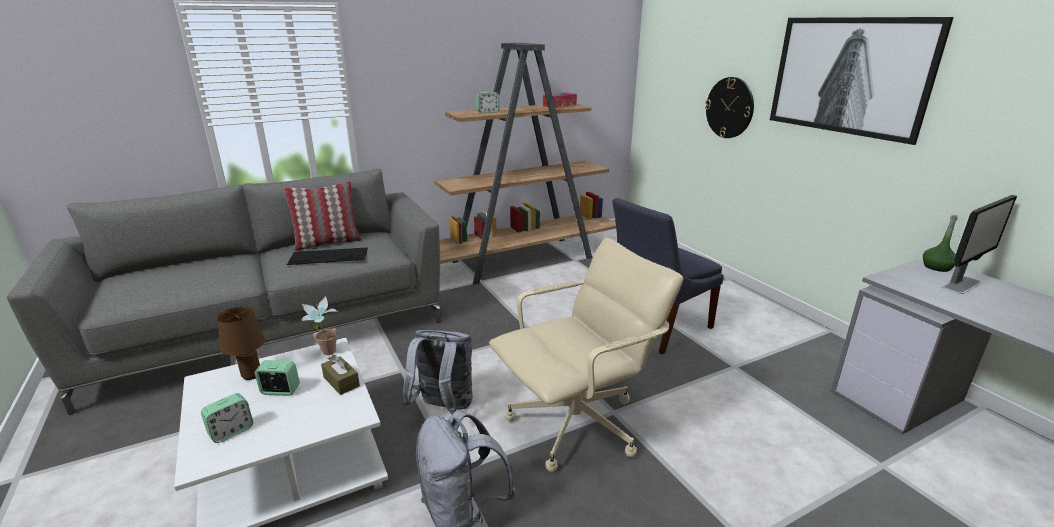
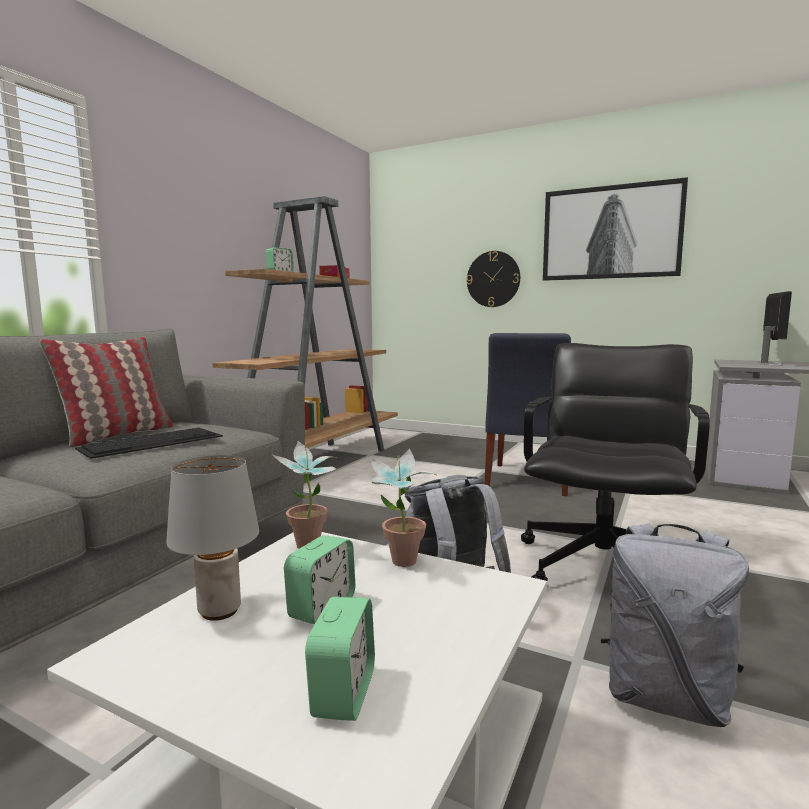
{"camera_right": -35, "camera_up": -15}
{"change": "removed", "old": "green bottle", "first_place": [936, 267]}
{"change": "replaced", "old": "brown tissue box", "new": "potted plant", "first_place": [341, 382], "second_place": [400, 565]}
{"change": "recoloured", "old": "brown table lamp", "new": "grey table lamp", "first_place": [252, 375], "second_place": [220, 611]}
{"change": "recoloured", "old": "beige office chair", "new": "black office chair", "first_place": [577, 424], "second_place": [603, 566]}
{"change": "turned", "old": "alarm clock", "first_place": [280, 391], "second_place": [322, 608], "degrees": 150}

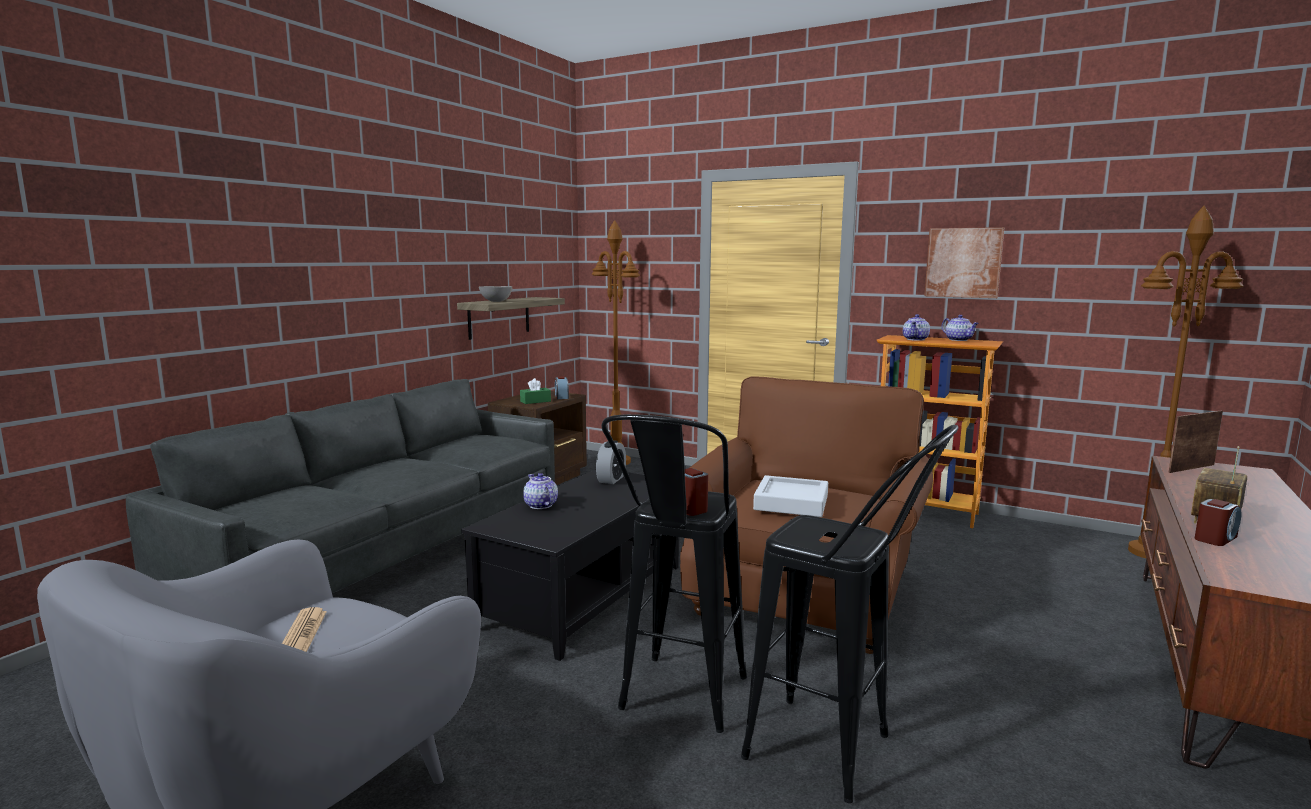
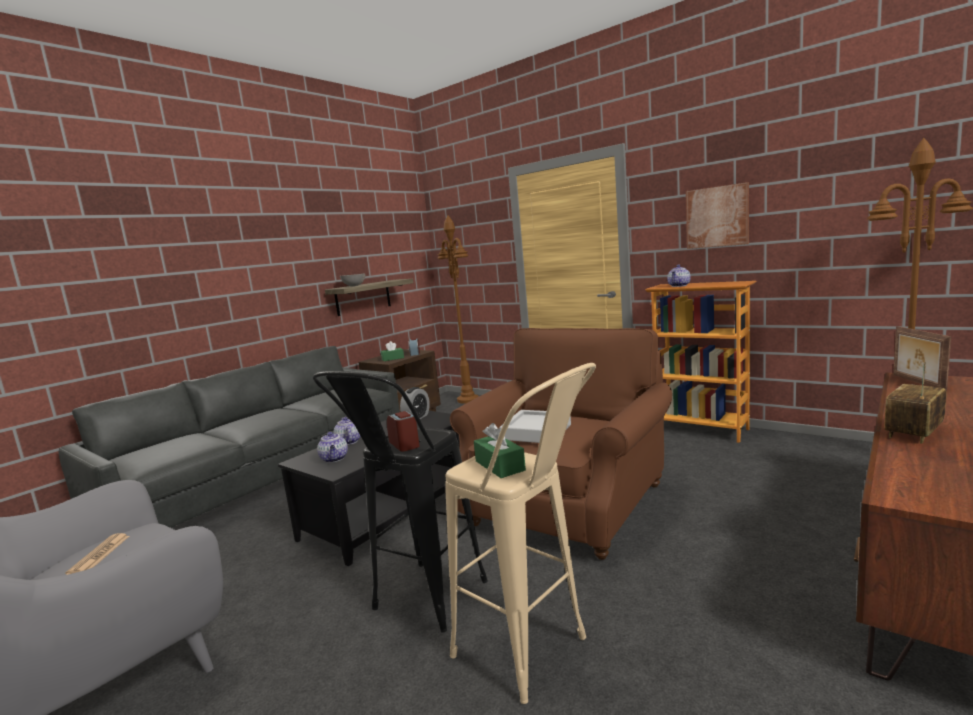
{"camera_right": 10, "camera_up": 0}
{"change": "removed", "old": "alarm clock", "first_place": [1215, 538]}
{"change": "added", "new": "green tissue box", "second_place": [500, 466]}
{"change": "moved", "old": "teapot", "first_place": [959, 340], "second_place": [334, 459]}
{"change": "recoloured", "old": "black stool", "new": "beige stool", "first_place": [839, 756], "second_place": [535, 657]}
{"change": "turned", "old": "picture frame", "first_place": [1190, 468], "second_place": [917, 382], "degrees": -75}

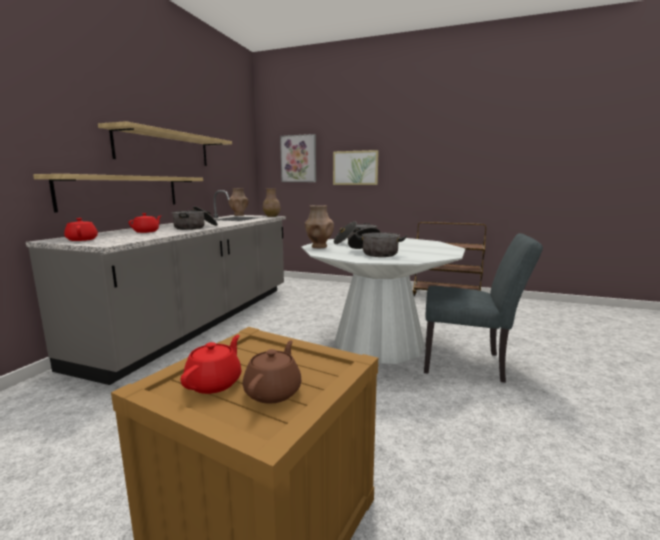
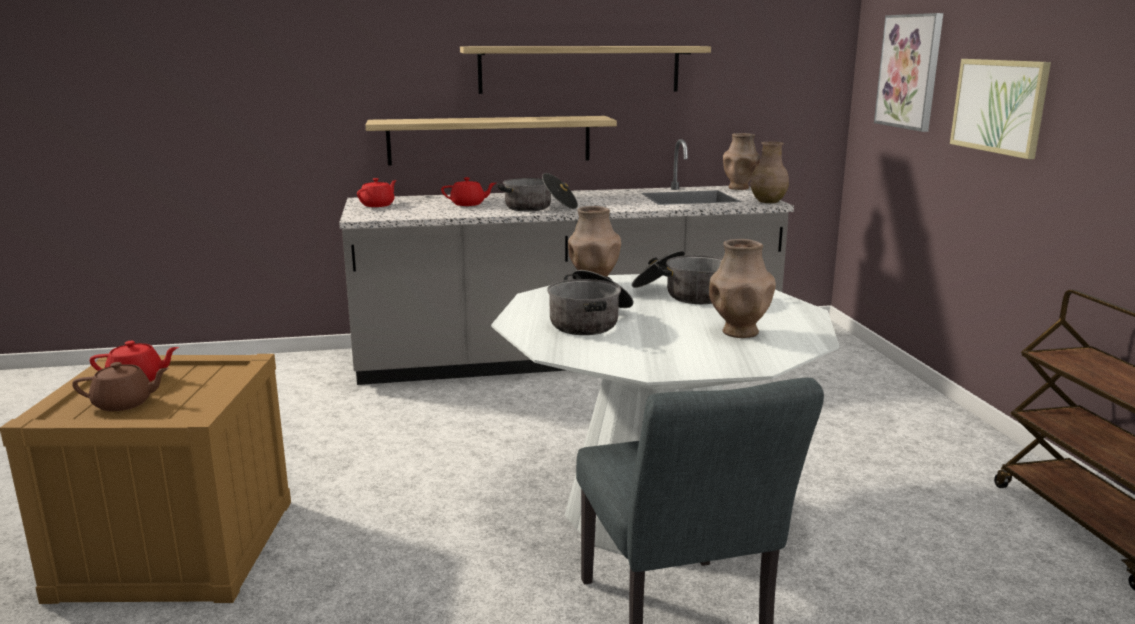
{"camera_right": 60, "camera_up": 5}
{"change": "added", "new": "brown vase", "second_place": [739, 332]}

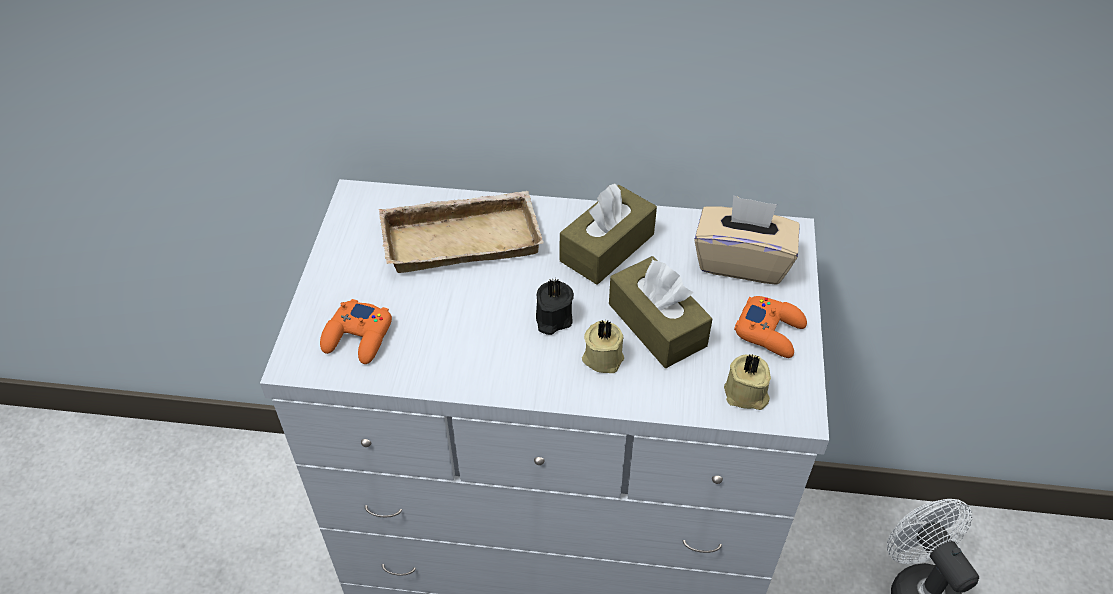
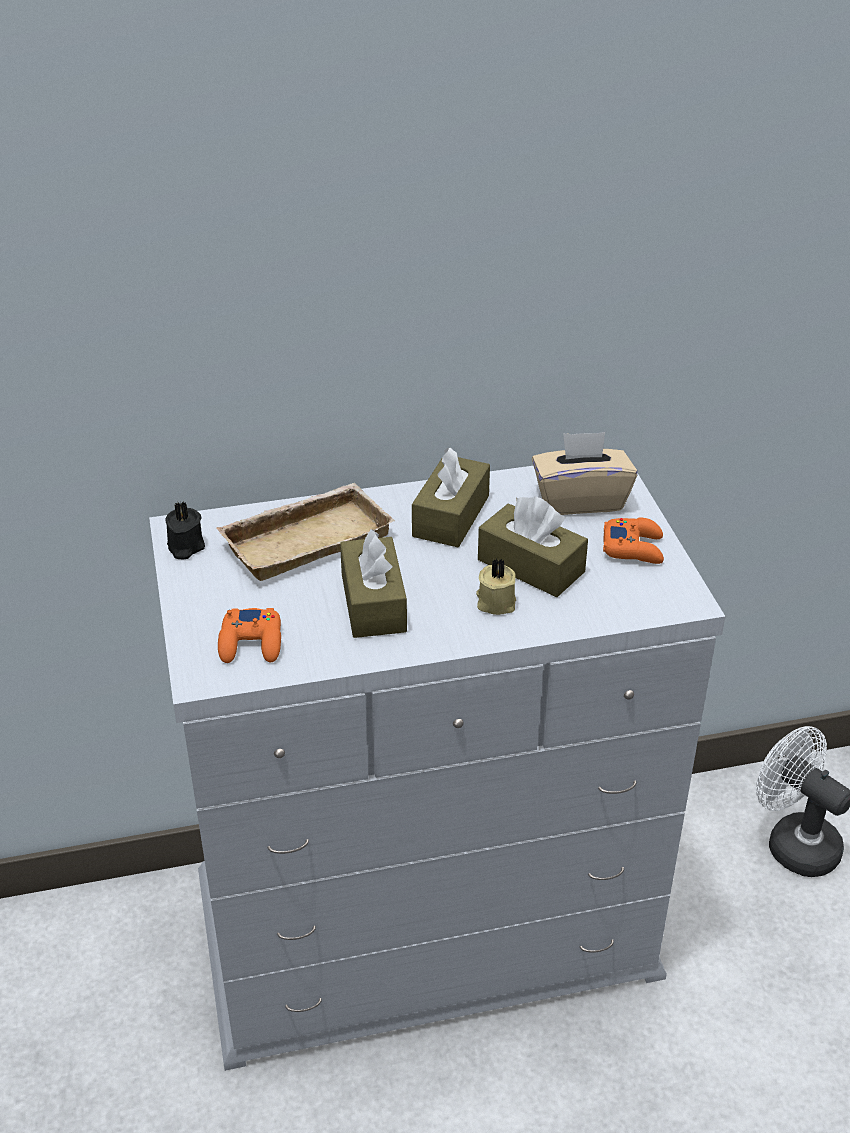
{"camera_right": -20, "camera_up": -10}
{"change": "removed", "old": "beige candle", "first_place": [746, 395]}
{"change": "added", "new": "brown tissue box", "second_place": [373, 603]}
{"change": "moved", "old": "black candle", "first_place": [552, 319], "second_place": [184, 547]}

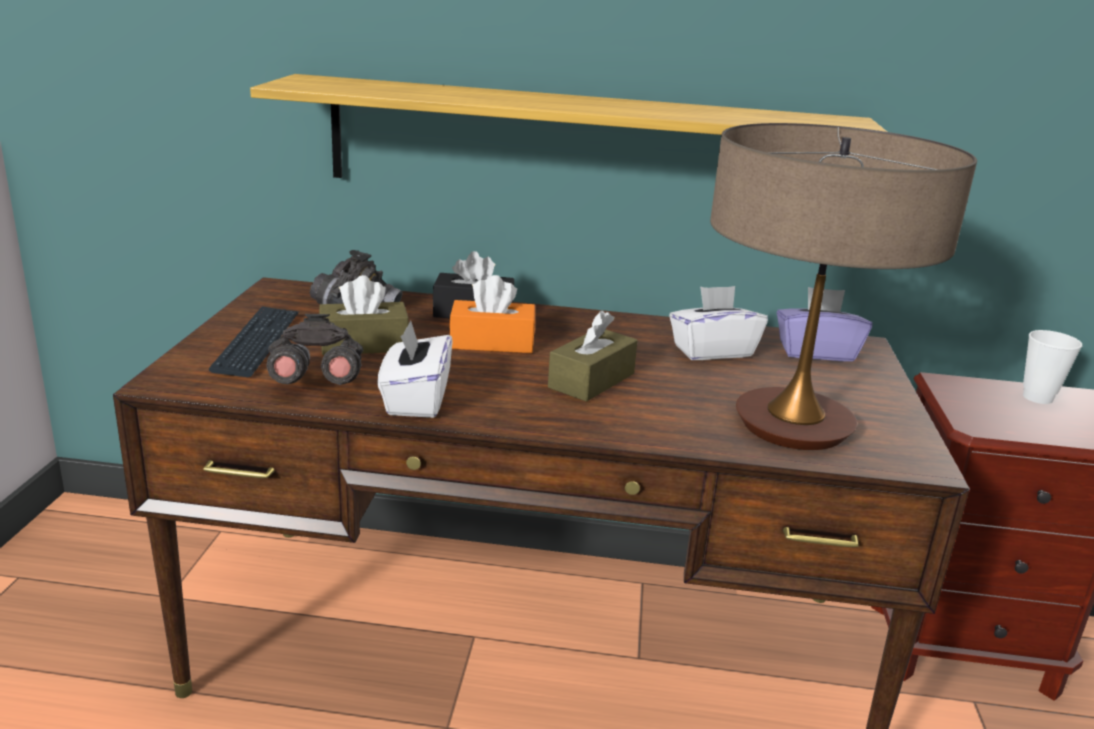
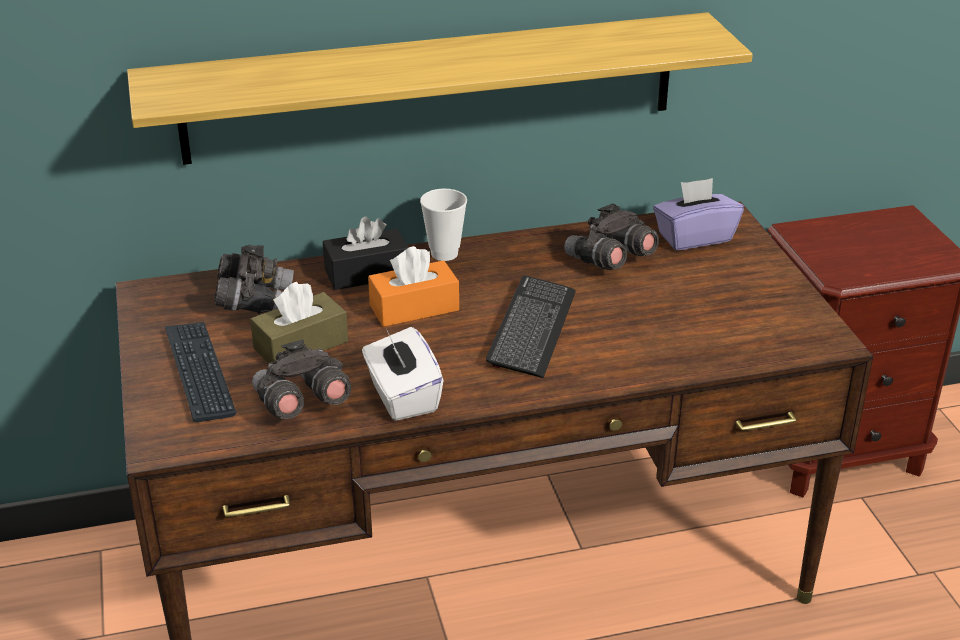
{"camera_right": -20, "camera_up": 10}
{"change": "removed", "old": "table lamp", "first_place": [793, 426]}
{"change": "moved", "old": "cup", "first_place": [1037, 397], "second_place": [444, 254]}
{"change": "replaced", "old": "brown tissue box", "new": "keyboard", "first_place": [591, 380], "second_place": [532, 328]}
{"change": "replaced", "old": "white tissue box", "new": "grey binoculars", "first_place": [712, 351], "second_place": [609, 261]}

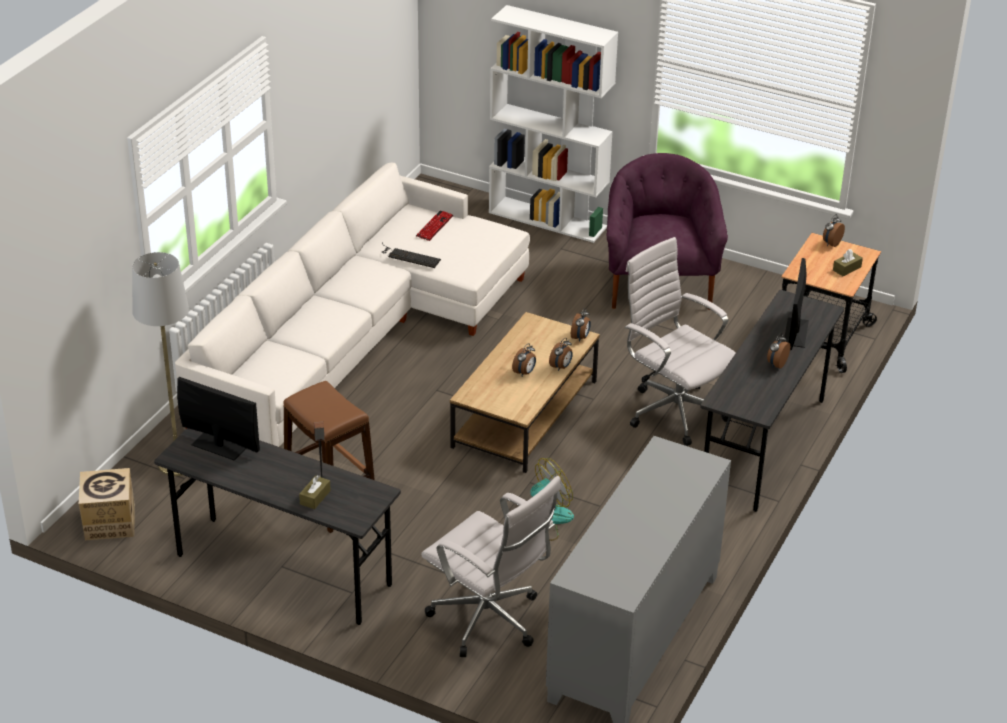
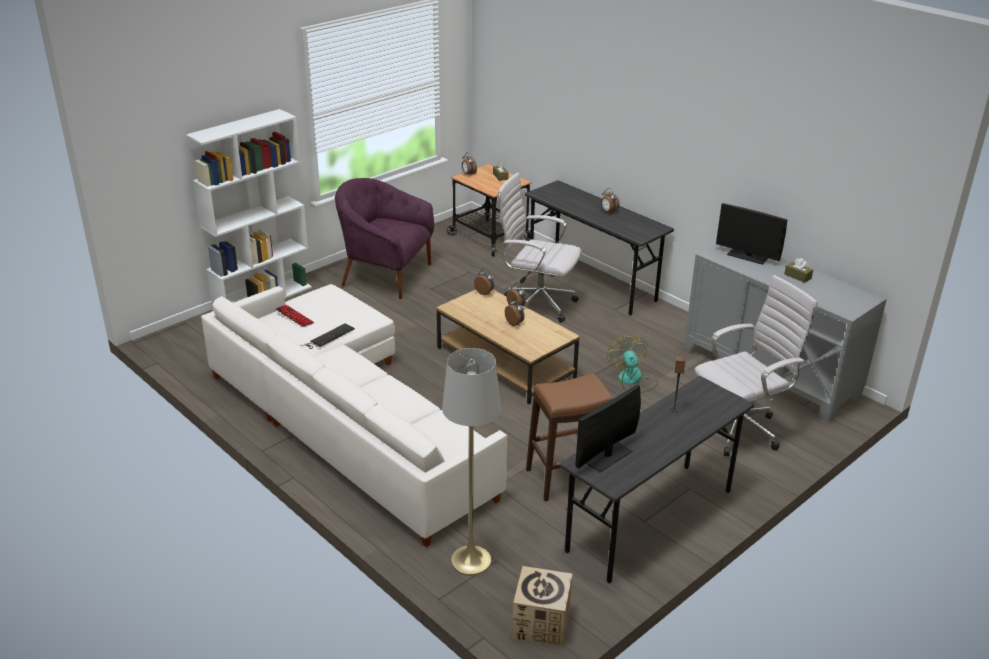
{"camera_right": -70, "camera_up": -5}
{"change": "moved", "old": "brown tissue box", "first_place": [315, 497], "second_place": [797, 276]}
{"change": "moved", "old": "monitor", "first_place": [796, 332], "second_place": [747, 256]}
{"change": "turned", "old": "white office chair", "first_place": [673, 410], "second_place": [536, 304], "degrees": 45}

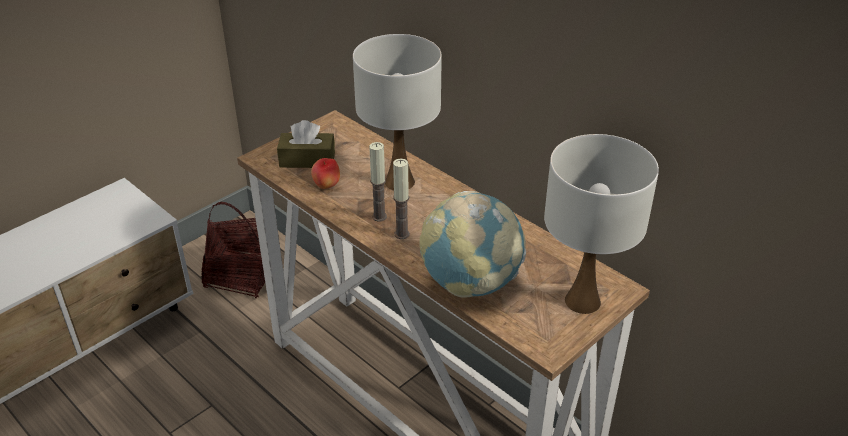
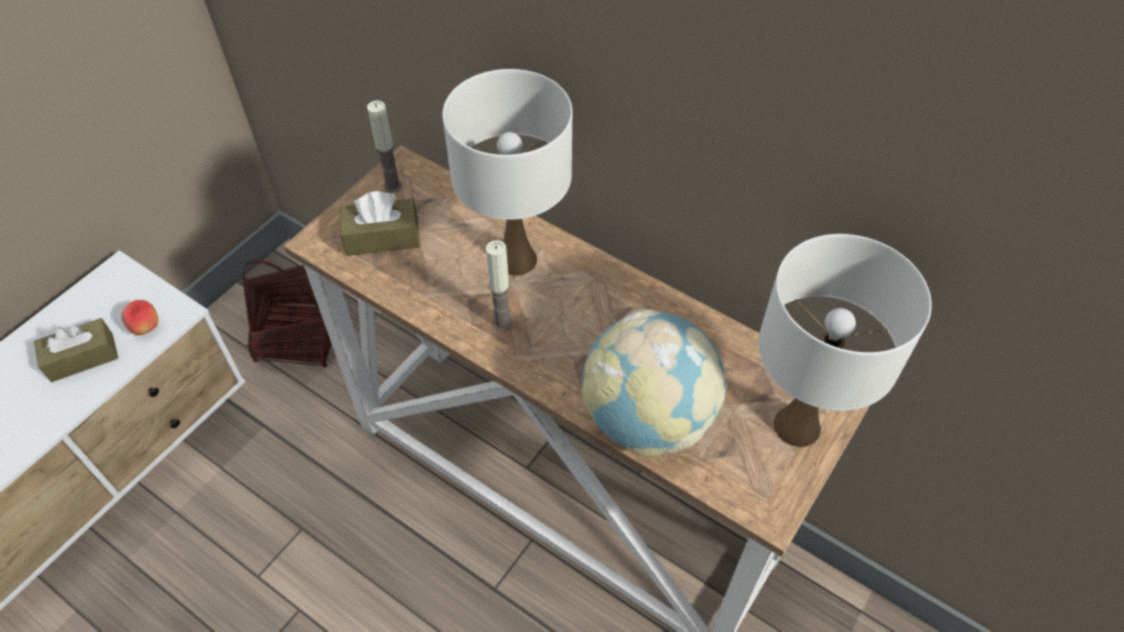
{"camera_right": -10, "camera_up": 15}
{"change": "added", "new": "brown tissue box", "second_place": [82, 357]}
{"change": "moved", "old": "apple", "first_place": [326, 186], "second_place": [146, 328]}
{"change": "moved", "old": "candle", "first_place": [402, 234], "second_place": [392, 186]}

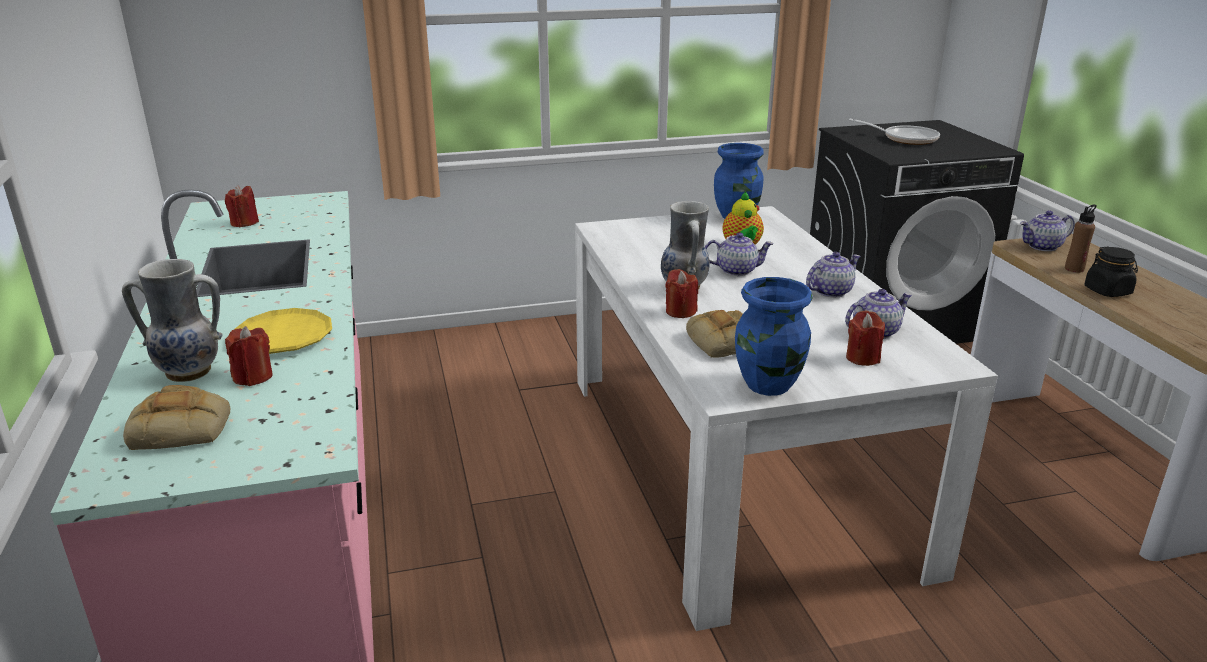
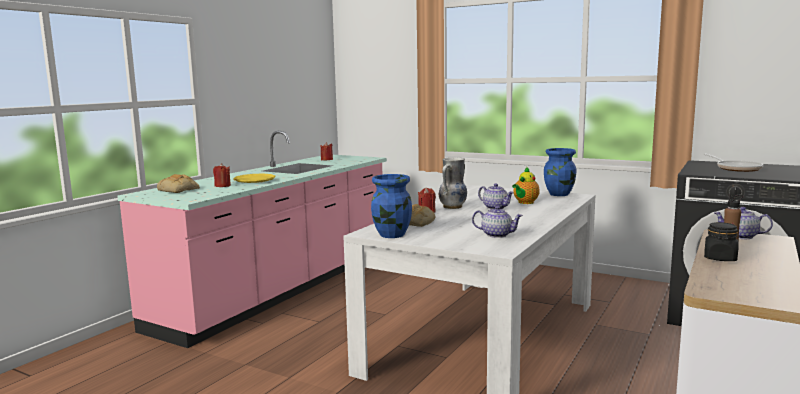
{"camera_right": 45, "camera_up": -15}
{"change": "removed", "old": "vase", "first_place": [189, 371]}
{"change": "removed", "old": "teapot", "first_place": [830, 291]}
{"change": "removed", "old": "red candle", "first_place": [862, 358]}

